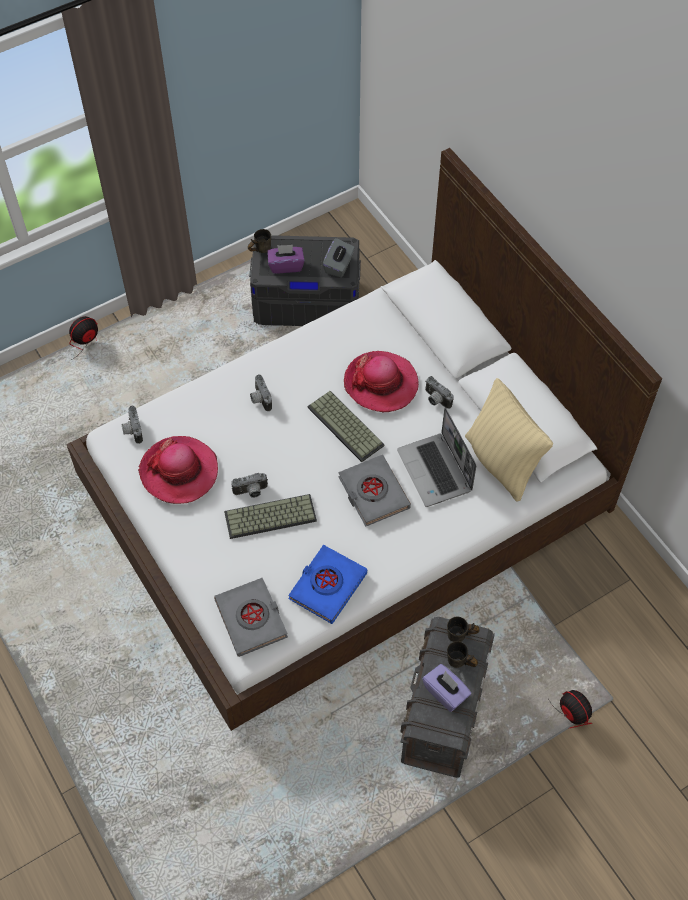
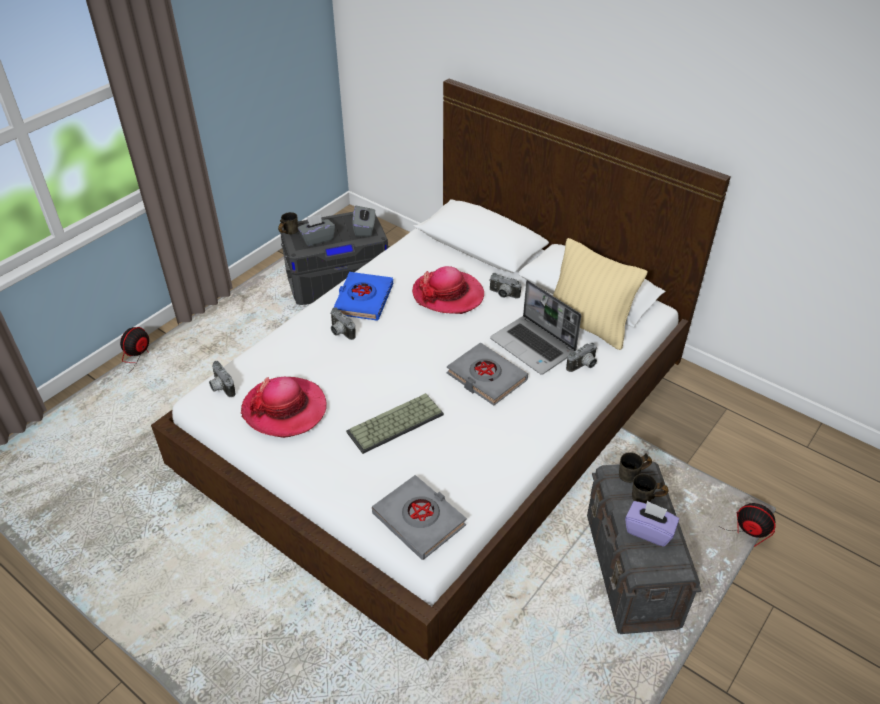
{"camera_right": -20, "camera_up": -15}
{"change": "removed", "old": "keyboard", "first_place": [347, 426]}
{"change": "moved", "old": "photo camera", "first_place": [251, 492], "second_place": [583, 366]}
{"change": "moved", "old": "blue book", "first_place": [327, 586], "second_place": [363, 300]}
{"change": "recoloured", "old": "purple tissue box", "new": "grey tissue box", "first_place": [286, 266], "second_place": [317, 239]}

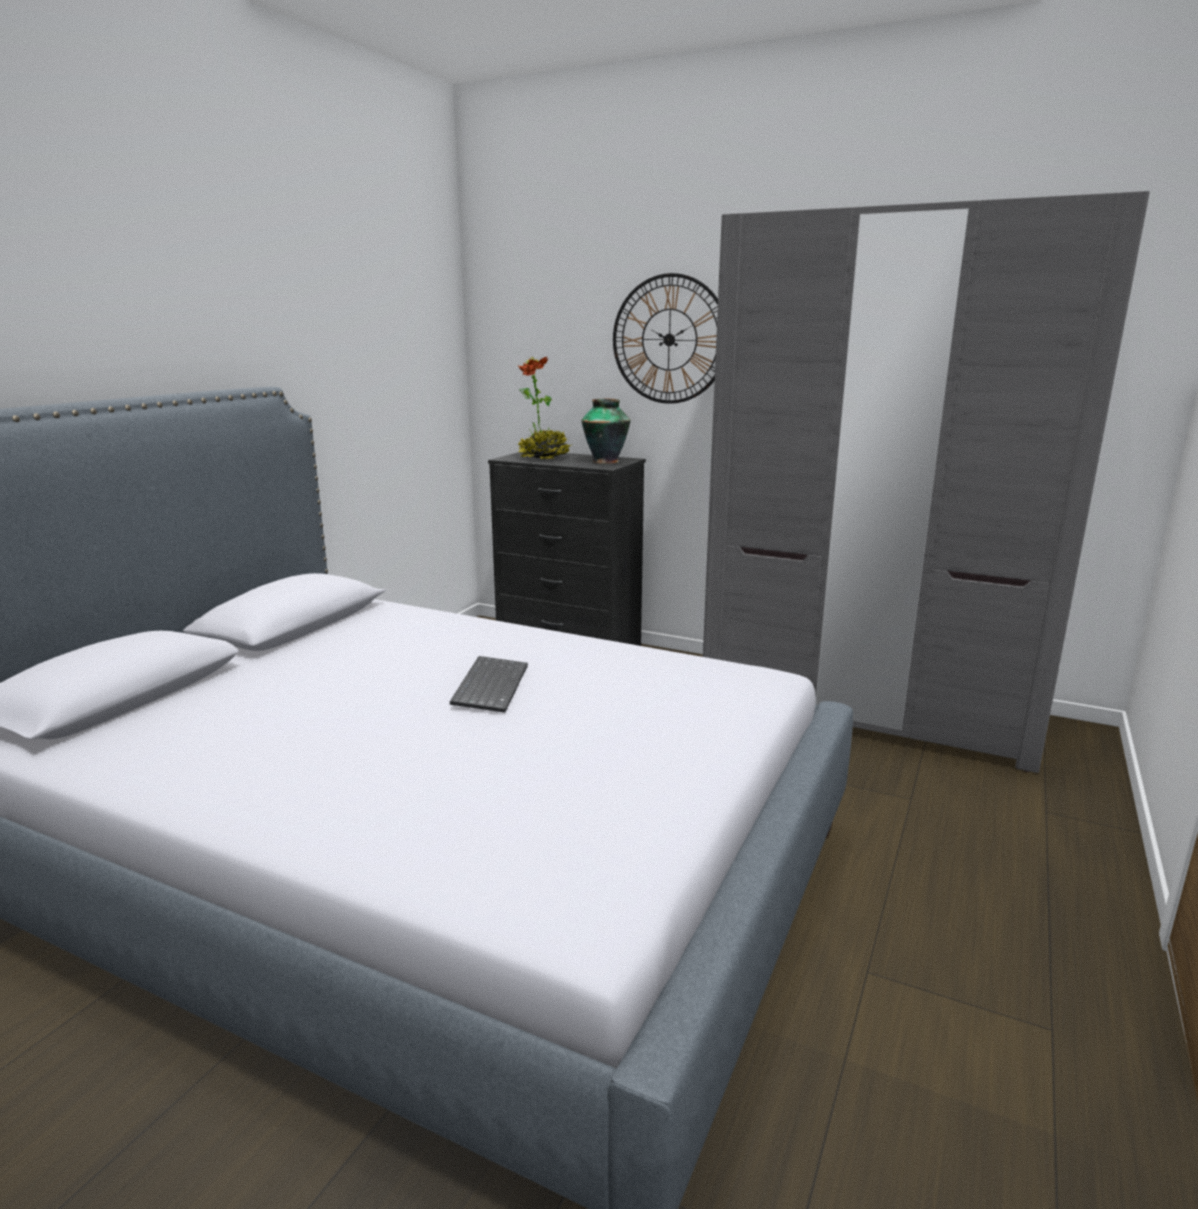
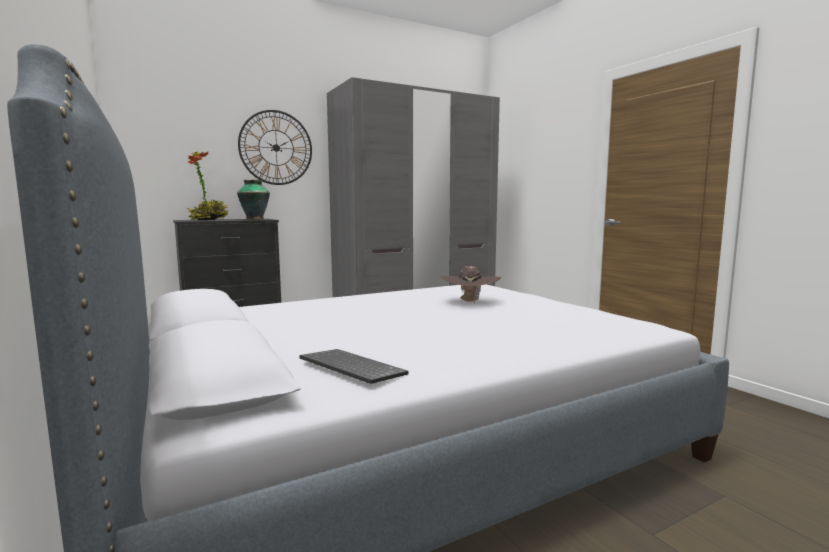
{"camera_right": -55, "camera_up": -10}
{"change": "added", "new": "brown hat", "second_place": [469, 302]}
{"change": "moved", "old": "keyboard", "first_place": [489, 685], "second_place": [349, 368]}

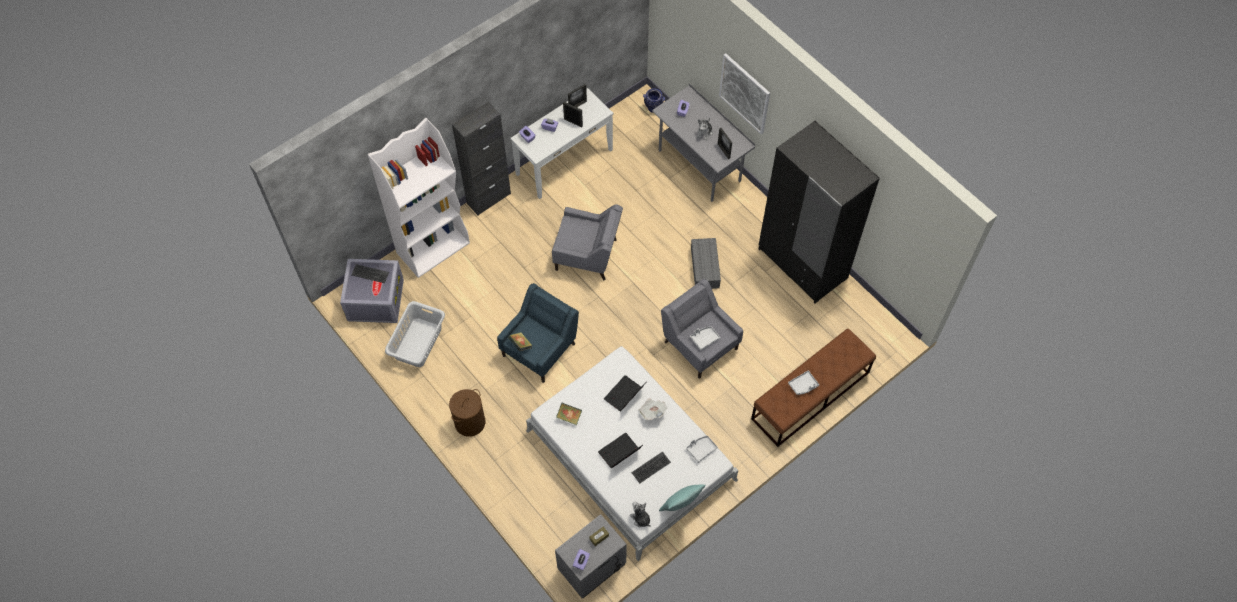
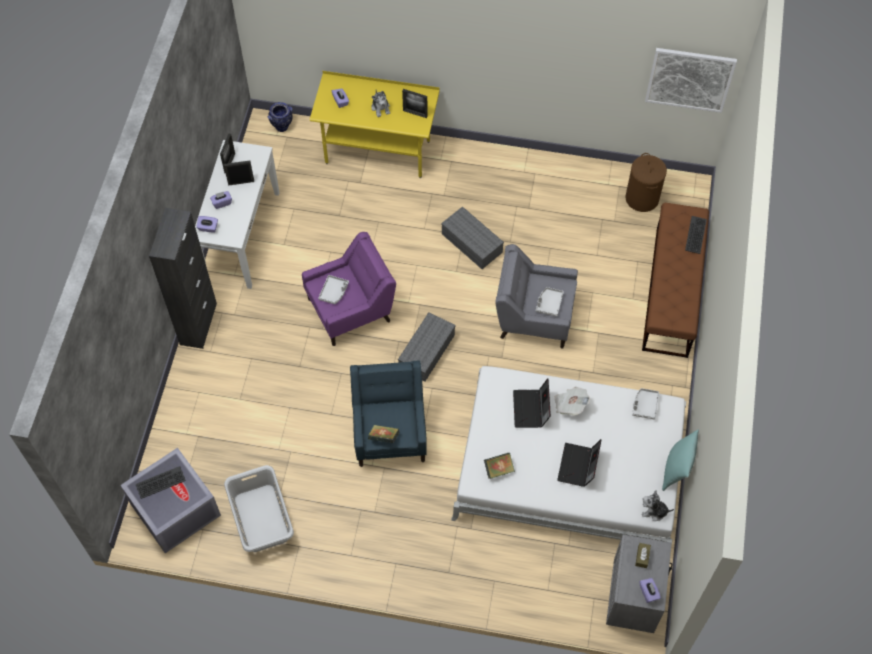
{"camera_right": -40, "camera_up": 0}
{"change": "removed", "old": "white bookcase", "first_place": [433, 247]}
{"change": "removed", "old": "black wardrobe", "first_place": [802, 264]}
{"change": "added", "new": "grey storage box", "second_place": [426, 350]}
{"change": "moved", "old": "brown laundry basket", "first_place": [470, 422], "second_place": [642, 198]}
{"change": "moved", "old": "keyboard", "first_place": [651, 467], "second_place": [696, 235]}
{"change": "moved", "old": "picture", "first_place": [744, 93], "second_place": [689, 79]}
{"change": "moved", "old": "grey tray", "first_place": [803, 385], "second_place": [334, 292]}
{"change": "recoloured", "old": "grey armchair", "new": "purple armchair", "first_place": [588, 255], "second_place": [351, 309]}
{"change": "recoloured", "old": "grey desk", "new": "yellow desk", "first_place": [699, 166], "second_place": [378, 152]}

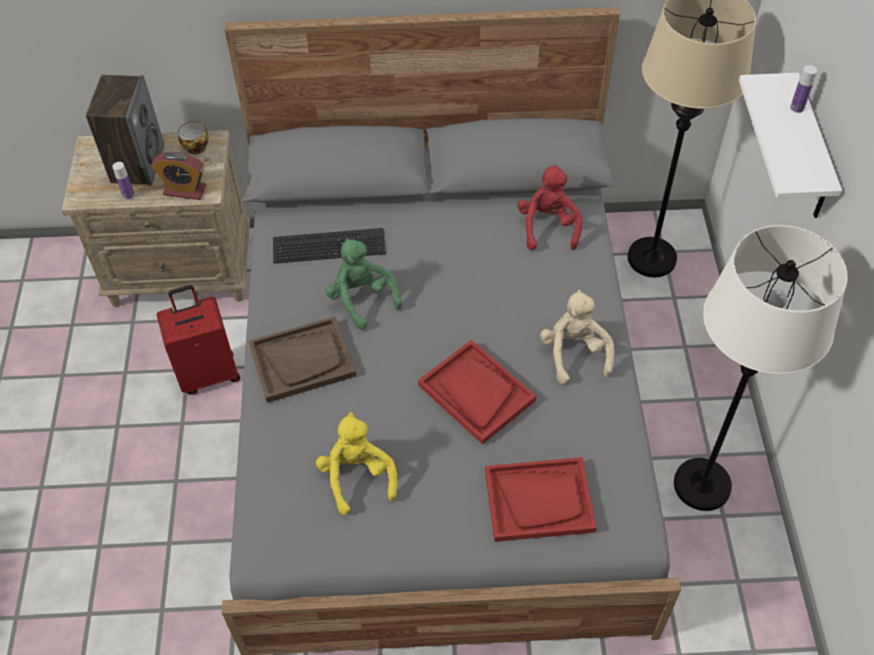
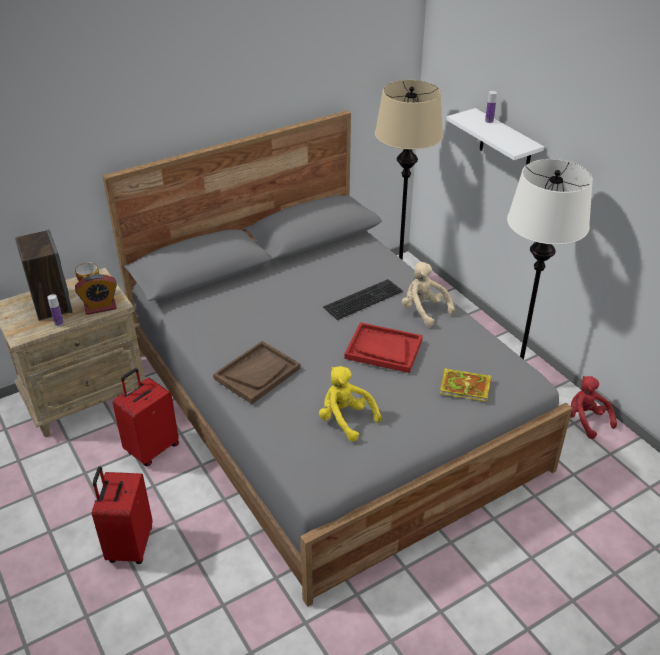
{"camera_right": -30, "camera_up": -15}
{"change": "removed", "old": "green plush toy", "first_place": [361, 299]}
{"change": "added", "new": "red suitcase", "second_place": [129, 545]}
{"change": "moved", "old": "keyboard", "first_place": [330, 244], "second_place": [363, 298]}
{"change": "moved", "old": "red plush toy", "first_place": [548, 226], "second_place": [585, 420]}
{"change": "replaced", "old": "red tray", "new": "book", "first_place": [539, 500], "second_place": [466, 387]}

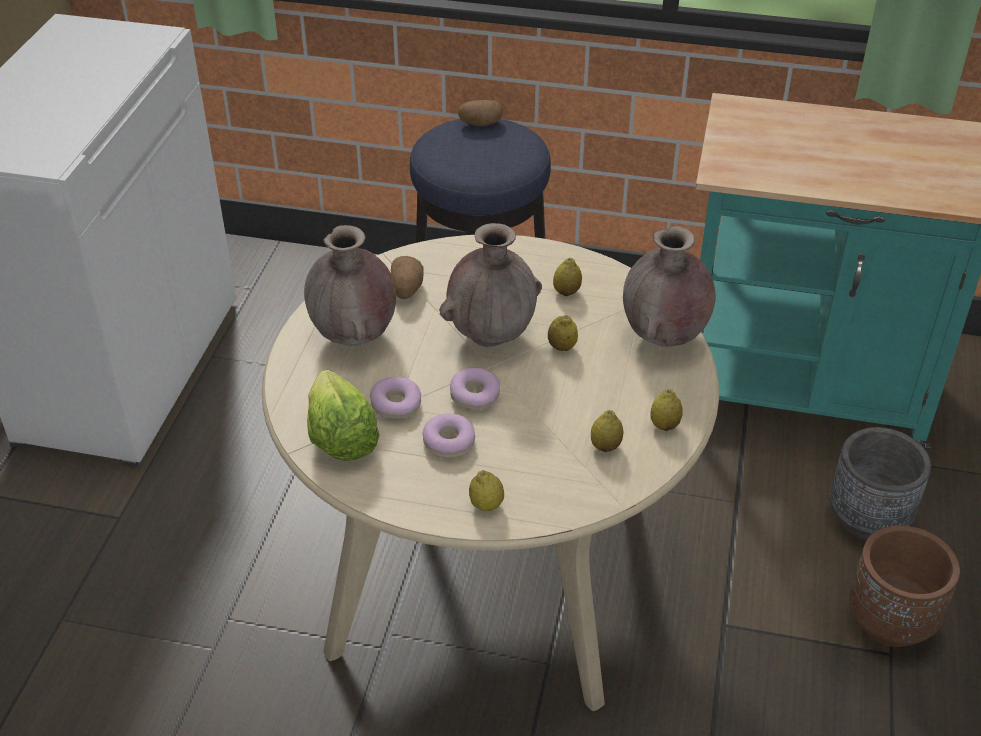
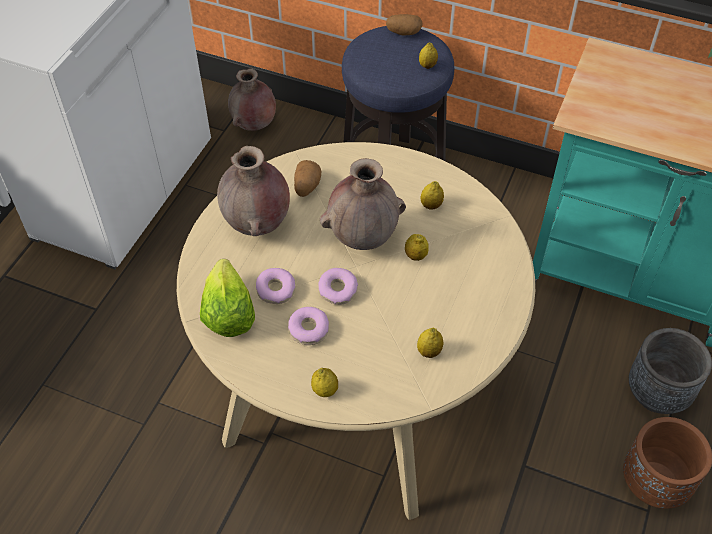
{"camera_right": 10, "camera_up": 10}
{"change": "moved", "old": "brown vase", "first_place": [664, 338], "second_place": [254, 125]}
{"change": "moved", "old": "lemon", "first_place": [664, 425], "second_place": [427, 66]}

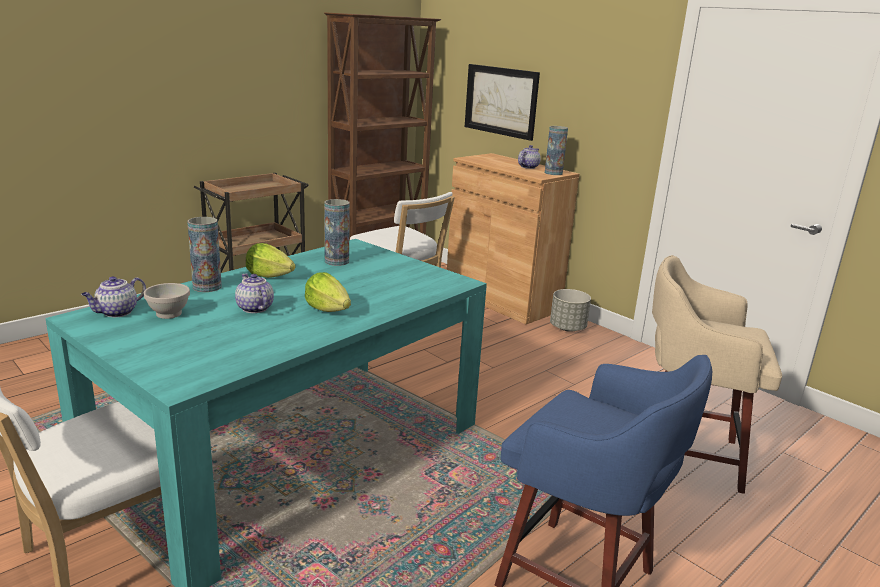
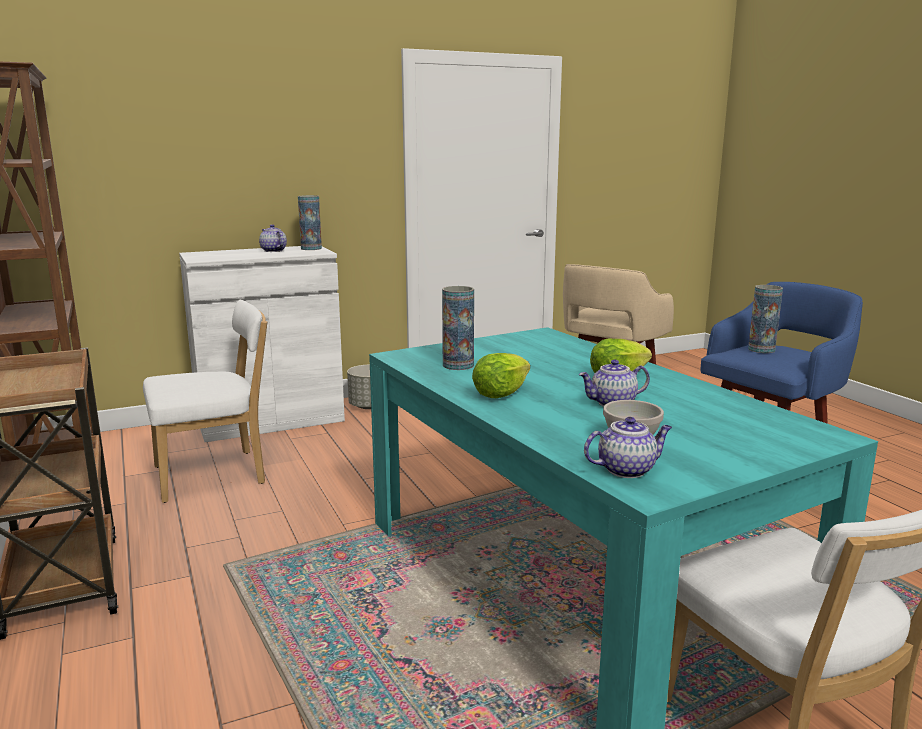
{"camera_right": -70, "camera_up": -5}
{"change": "removed", "old": "picture", "first_place": [501, 101]}
{"change": "moved", "old": "vase", "first_place": [207, 287], "second_place": [761, 349]}
{"change": "recoloured", "old": "brown cabinet", "new": "white cabinet", "first_place": [502, 300], "second_place": [270, 420]}
{"change": "turned", "old": "teapot", "first_place": [116, 312], "second_place": [627, 469], "degrees": -75}

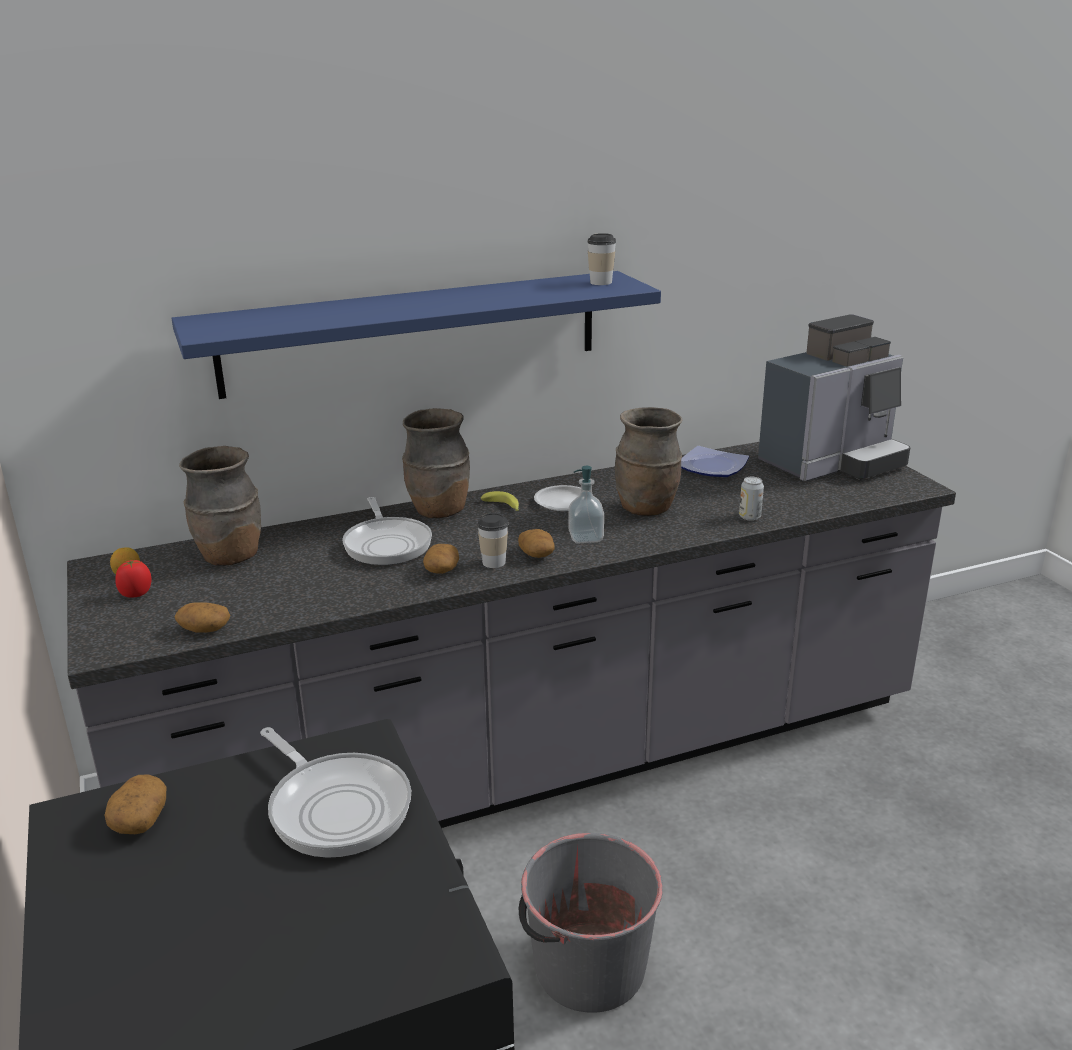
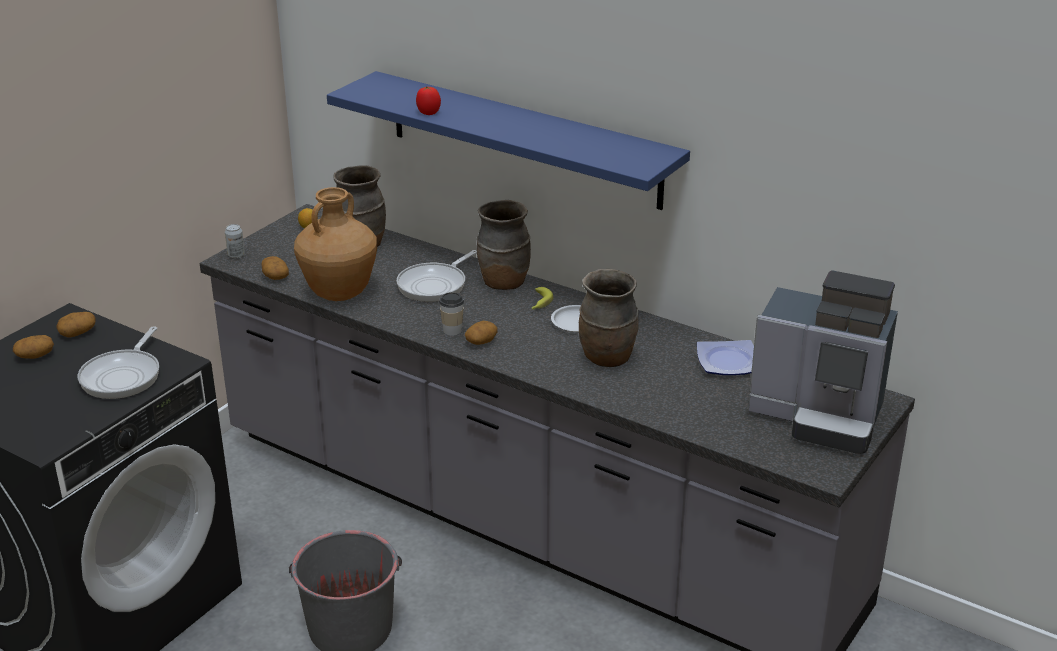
{"camera_right": 55, "camera_up": 5}
{"change": "removed", "old": "soap dispenser", "first_place": [585, 537]}
{"change": "removed", "old": "cup", "first_place": [601, 282]}
{"change": "added", "new": "brown vase", "second_place": [340, 293]}
{"change": "moved", "old": "tomato", "first_place": [136, 594], "second_place": [428, 113]}
{"change": "moved", "old": "potato", "first_place": [442, 570], "second_place": [35, 356]}
{"change": "moved", "old": "can", "first_place": [749, 517], "second_place": [236, 255]}

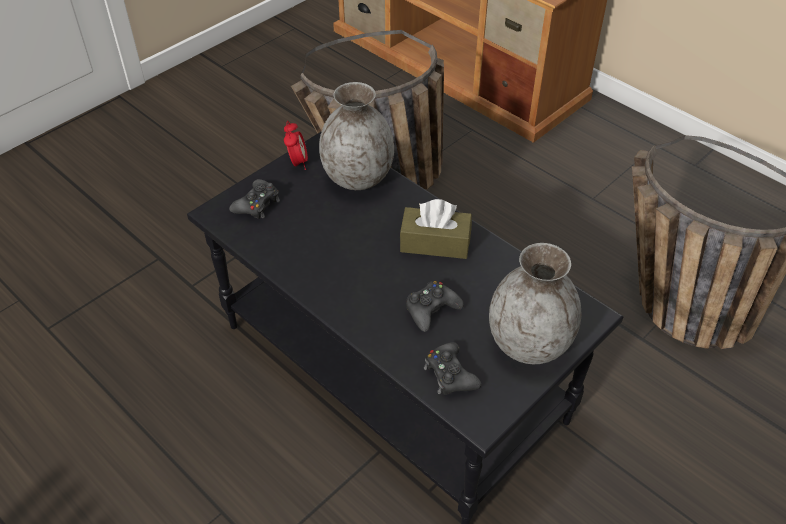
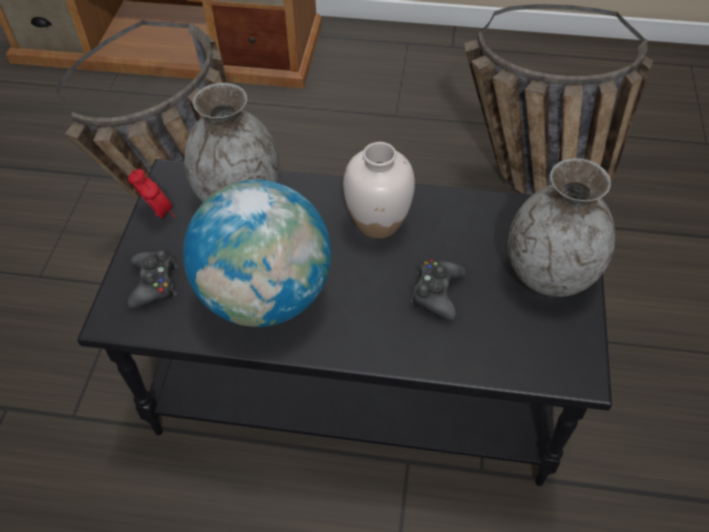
{"camera_right": -35, "camera_up": 5}
{"change": "removed", "old": "black game controller", "first_place": [450, 375]}
{"change": "added", "new": "globe", "second_place": [266, 296]}
{"change": "replaced", "old": "brown tissue box", "new": "white vase", "first_place": [435, 243], "second_place": [378, 223]}

